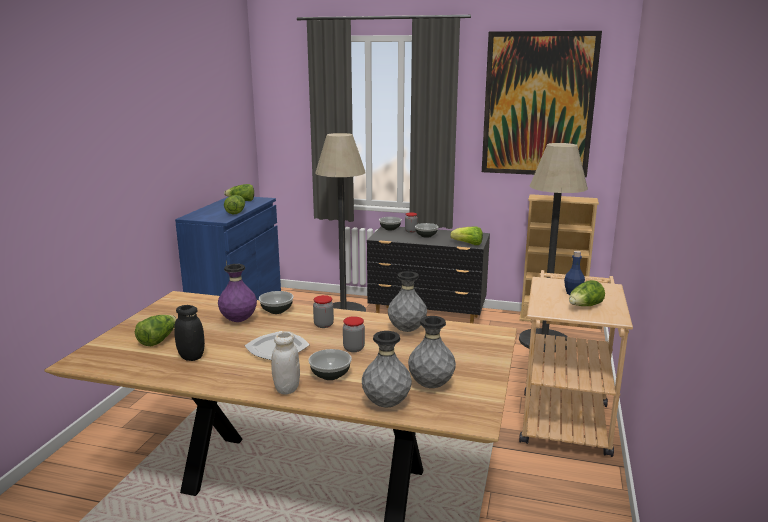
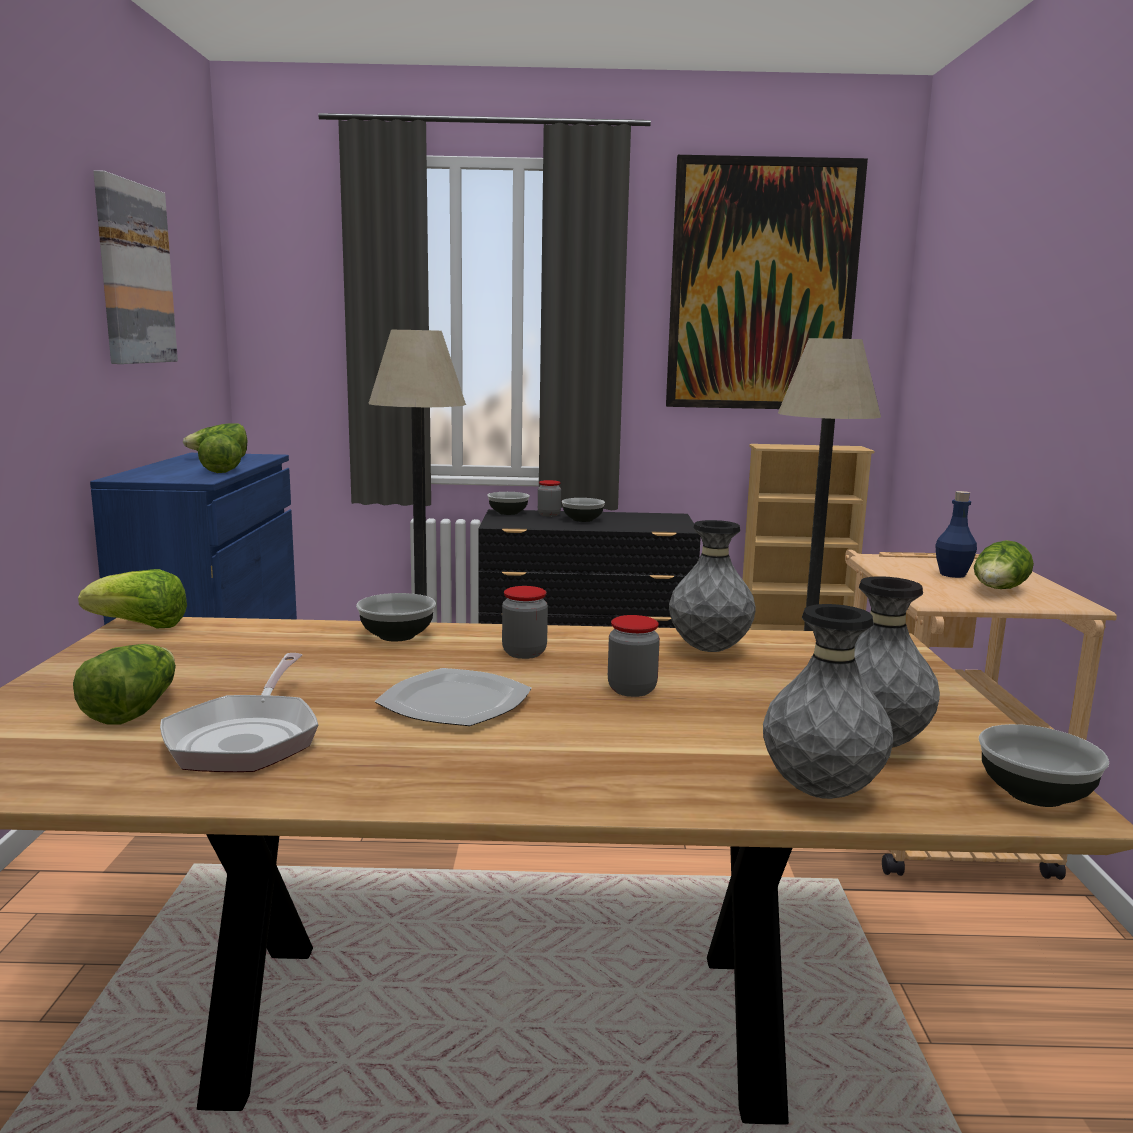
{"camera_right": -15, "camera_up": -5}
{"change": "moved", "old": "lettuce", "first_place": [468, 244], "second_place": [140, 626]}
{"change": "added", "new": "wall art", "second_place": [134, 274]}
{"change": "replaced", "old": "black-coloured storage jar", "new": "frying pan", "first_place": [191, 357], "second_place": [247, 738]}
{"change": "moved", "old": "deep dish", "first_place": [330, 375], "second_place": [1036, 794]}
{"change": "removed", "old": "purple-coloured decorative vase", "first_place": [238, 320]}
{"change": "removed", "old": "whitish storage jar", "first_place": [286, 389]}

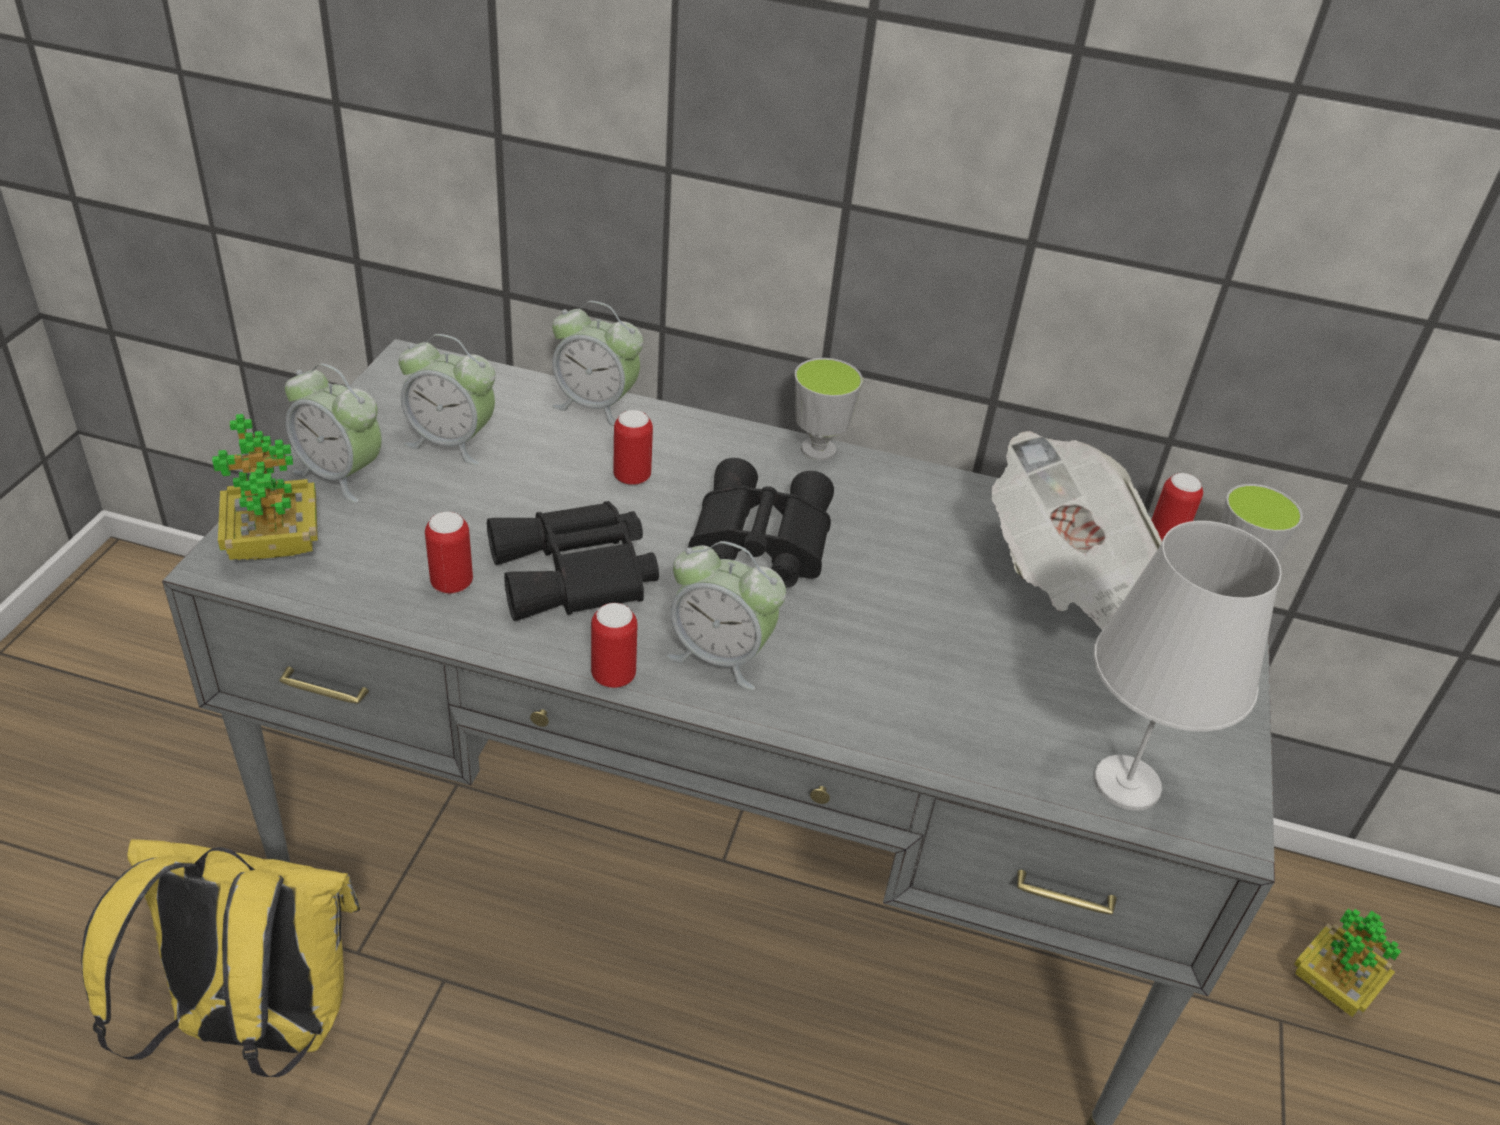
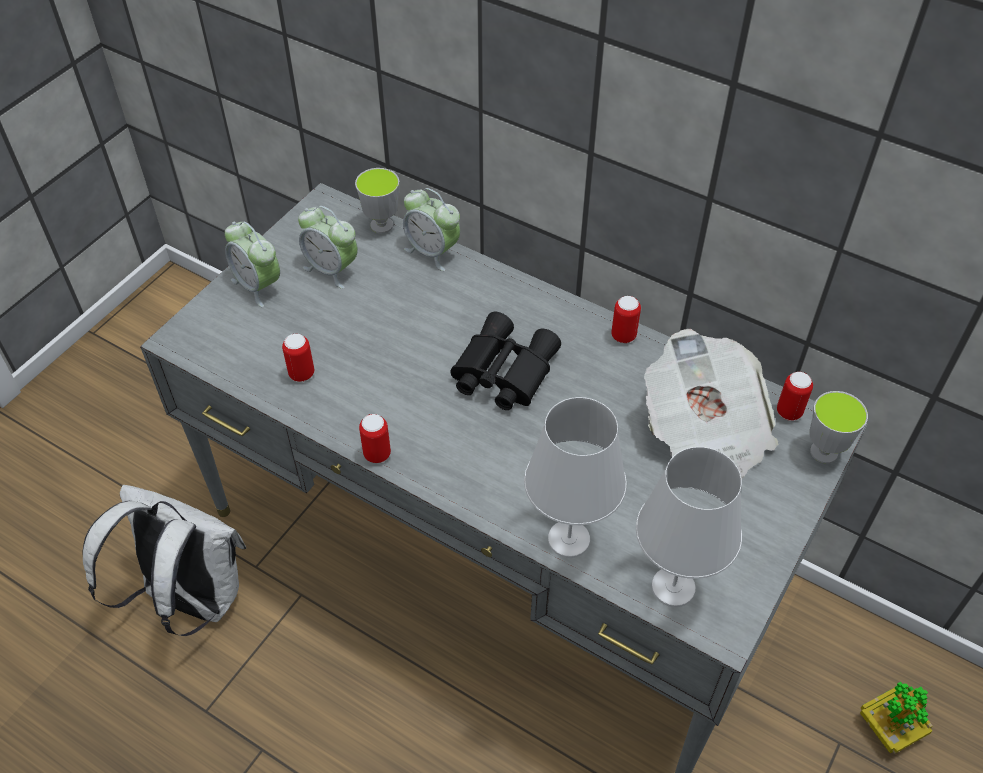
{"camera_right": 20, "camera_up": 10}
{"change": "recoloured", "old": "yellowish backpack", "new": "whitish backpack", "first_place": [256, 1025], "second_place": [190, 598]}
{"change": "moved", "old": "cup", "first_place": [818, 449], "second_place": [381, 225]}
{"change": "added", "new": "whitish table lamp", "second_place": [569, 539]}
{"change": "moved", "old": "sealed can", "first_place": [632, 477], "second_place": [623, 336]}
{"change": "removed", "old": "potted plant", "first_place": [274, 545]}
{"change": "removed", "old": "black-coloured field glasses", "first_place": [577, 575]}
{"change": "removed", "old": "alarm clock", "first_place": [720, 656]}

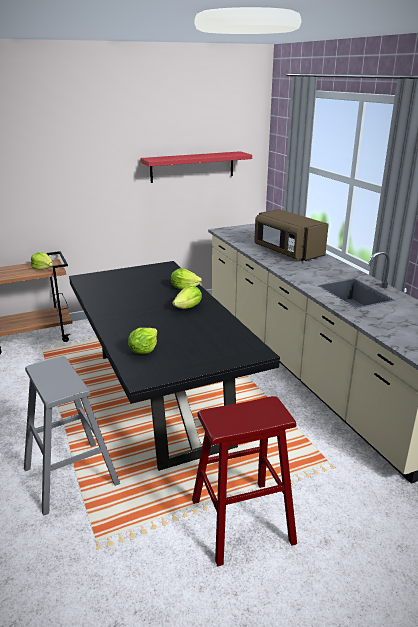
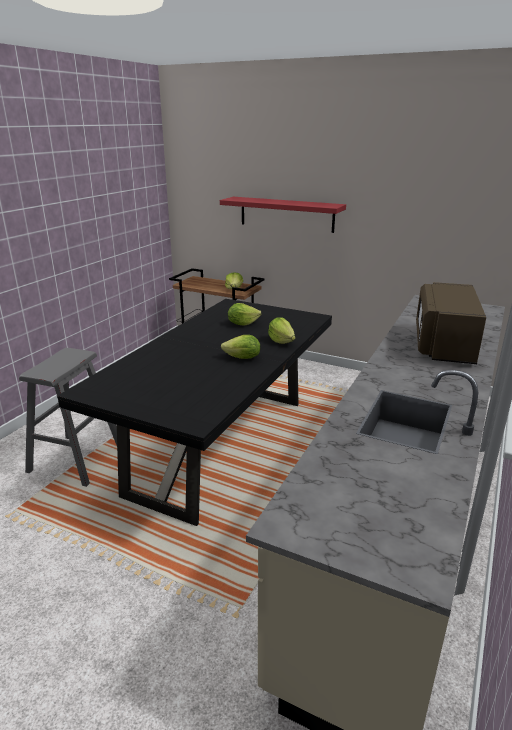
{"camera_right": 50, "camera_up": 0}
{"change": "moved", "old": "red wall shelf", "first_place": [192, 167], "second_place": [286, 214]}
{"change": "moved", "old": "lettuce", "first_place": [143, 350], "second_place": [242, 324]}
{"change": "removed", "old": "red stool seat", "first_place": [241, 521]}

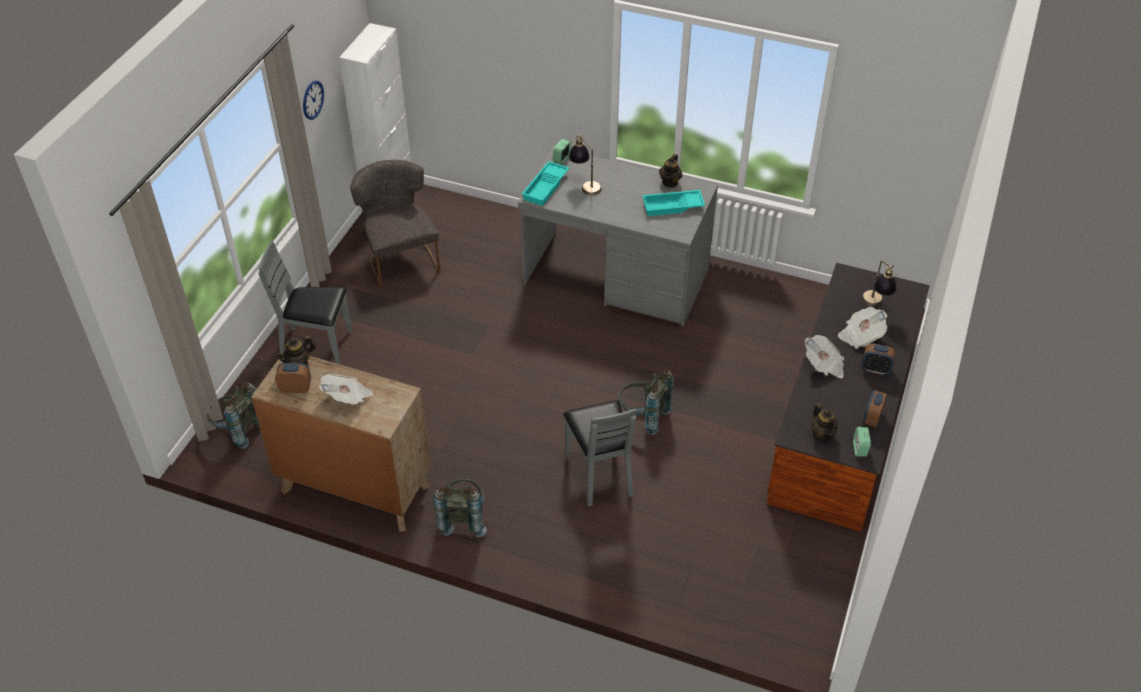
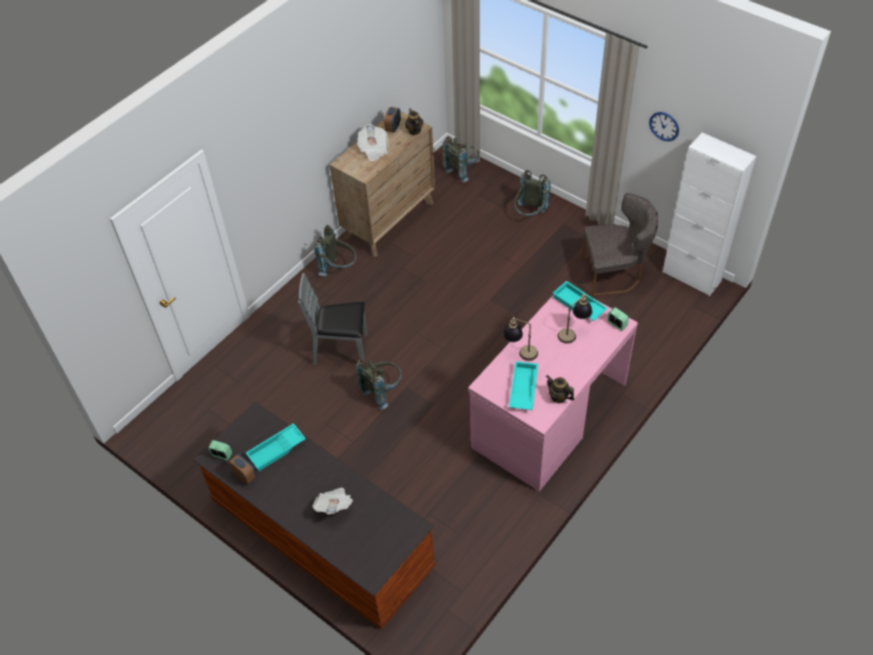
{"camera_right": 110, "camera_up": 5}
{"change": "added", "new": "turquoise tray", "second_place": [276, 450]}
{"change": "recoloured", "old": "gray desk table", "new": "pink-coloured desk table", "first_place": [616, 278], "second_place": [548, 415]}
{"change": "moved", "old": "table lamp", "first_place": [875, 305], "second_place": [520, 352]}
{"change": "replaced", "old": "gray upright chair", "new": "gray backpack", "first_place": [317, 345], "second_place": [529, 215]}
{"change": "removed", "old": "printed paper", "first_place": [823, 365]}
{"change": "removed", "old": "teapot", "first_place": [822, 434]}
{"change": "removed", "old": "alarm clock", "first_place": [875, 369]}

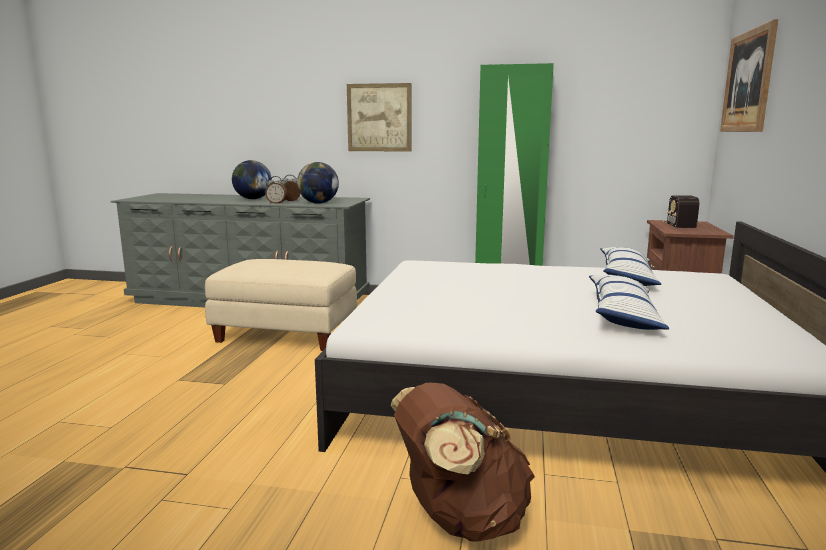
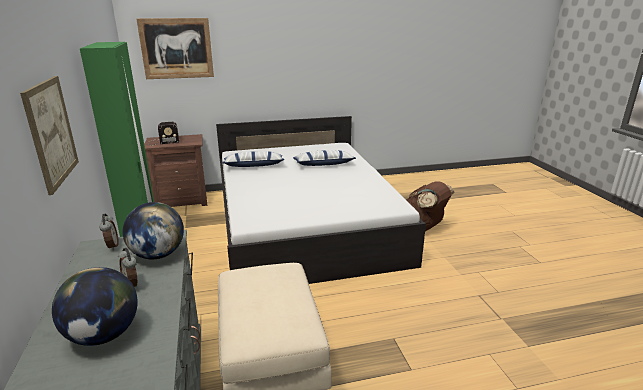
{"camera_right": -115, "camera_up": 10}
{"change": "moved", "old": "alarm clock", "first_place": [277, 203], "second_place": [112, 246]}

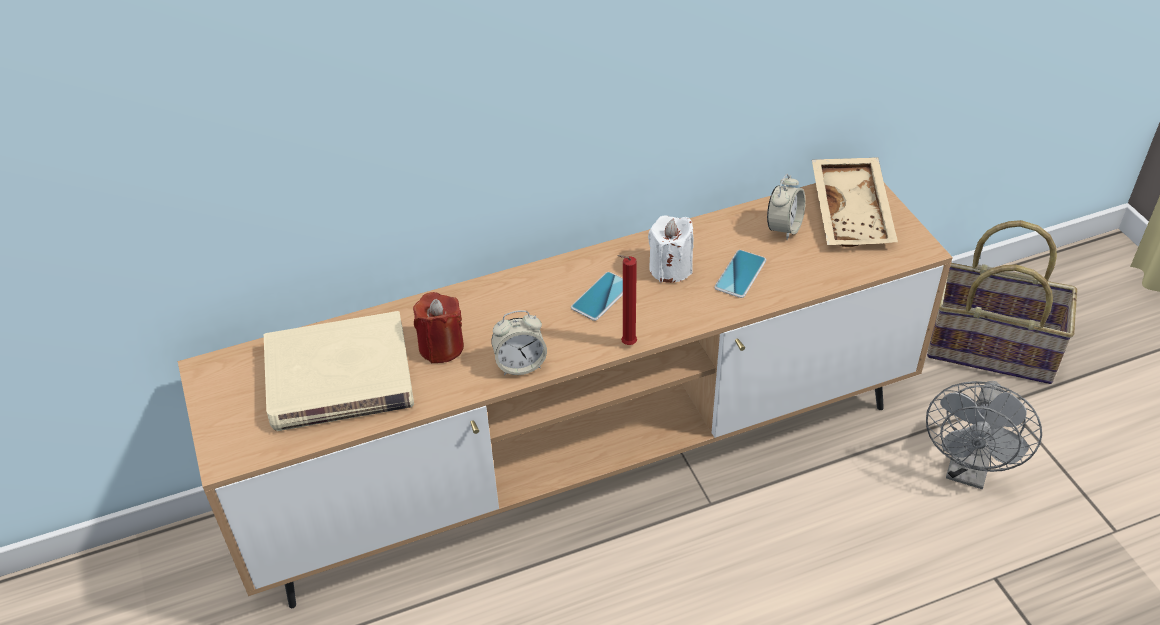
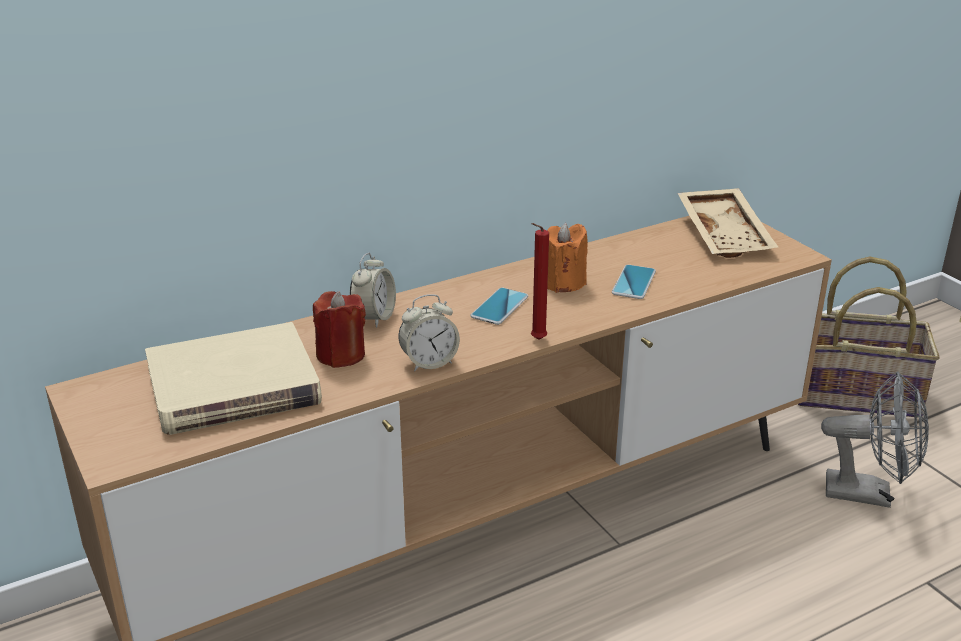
{"camera_right": -10, "camera_up": -15}
{"change": "moved", "old": "alarm clock", "first_place": [784, 228], "second_place": [374, 317]}
{"change": "recoloured", "old": "whitish wax candle", "new": "orange wax candle", "first_place": [670, 268], "second_place": [563, 282]}
{"change": "turned", "old": "gray fan", "first_place": [968, 471], "second_place": [869, 493], "degrees": -90}

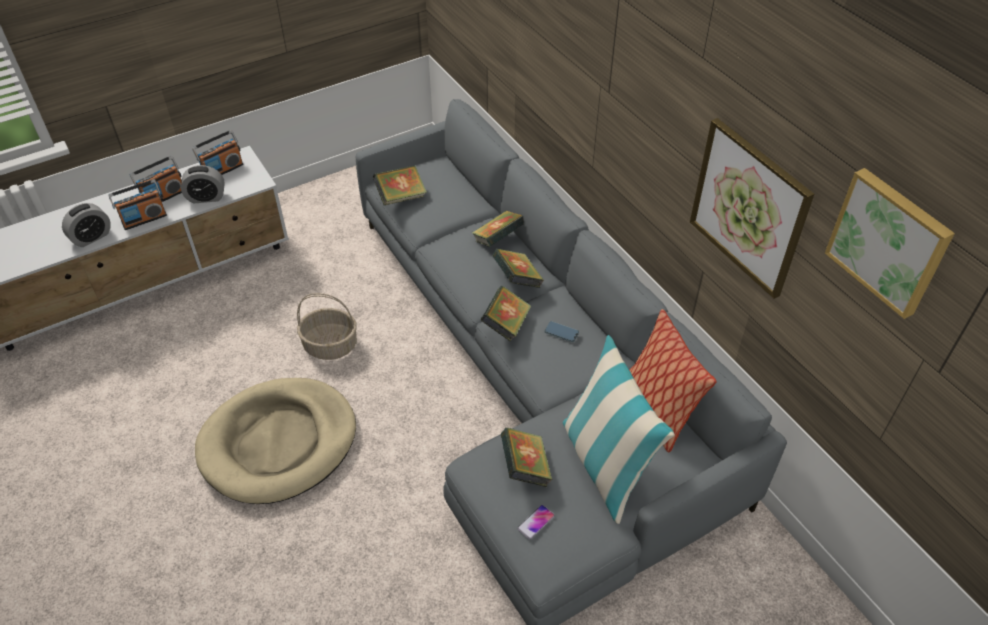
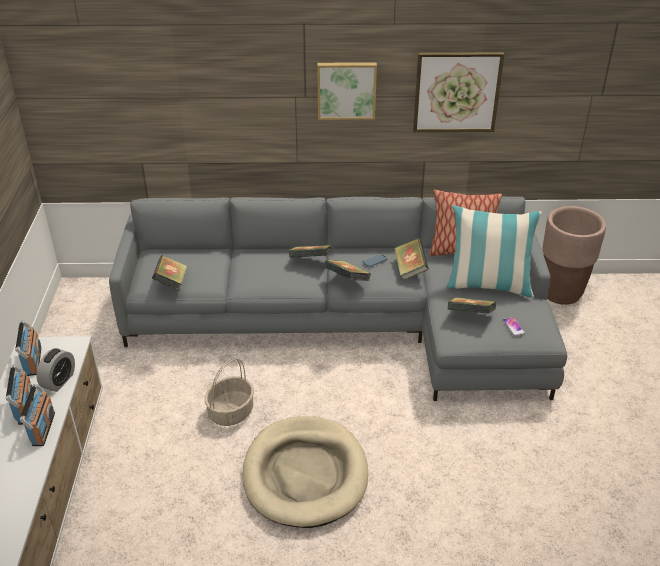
{"camera_right": -60, "camera_up": -10}
{"change": "moved", "old": "wall art", "first_place": [889, 241], "second_place": [346, 90]}
{"change": "moved", "old": "bound book", "first_place": [499, 239], "second_place": [410, 269]}
{"change": "added", "new": "brown-coloured plant pot", "second_place": [561, 293]}
{"change": "removed", "old": "alarm clock", "first_place": [91, 237]}

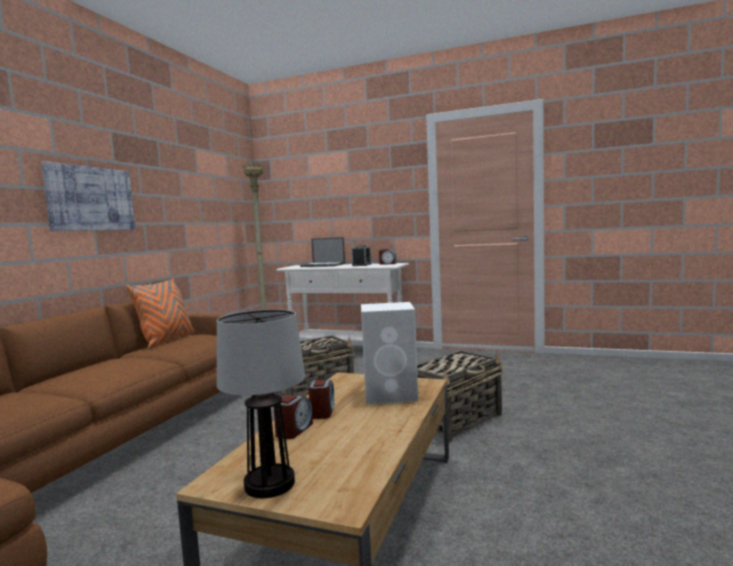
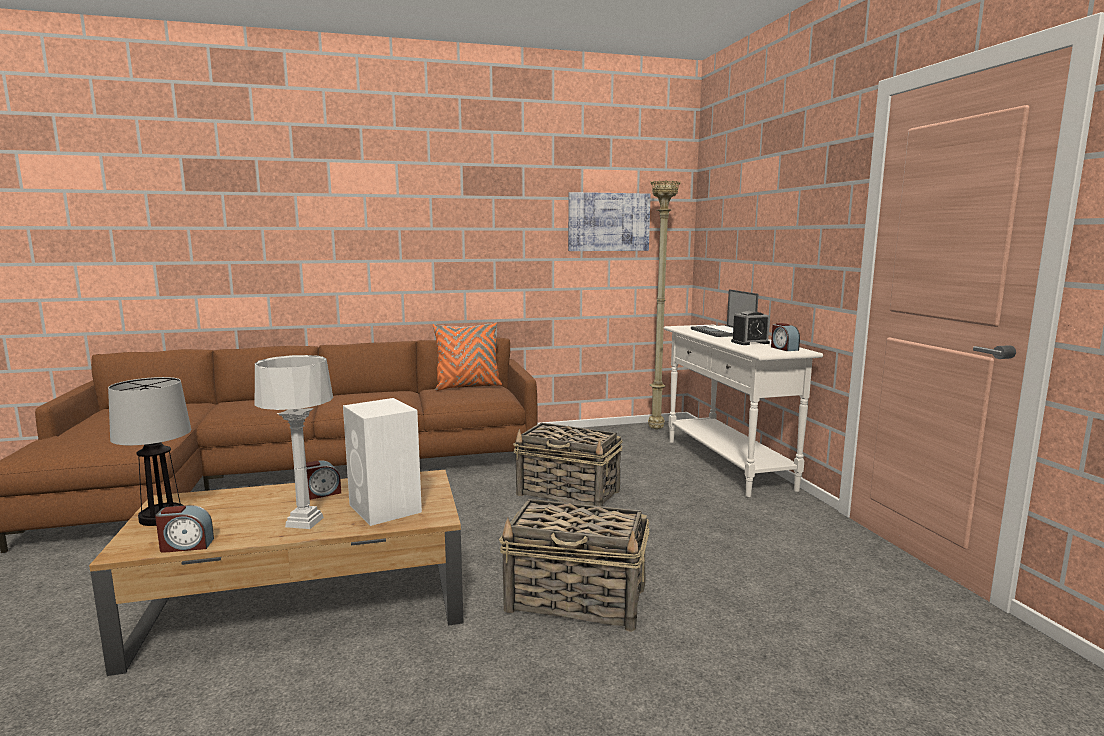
{"camera_right": 55, "camera_up": 5}
{"change": "moved", "old": "alarm clock", "first_place": [294, 430], "second_place": [186, 545]}
{"change": "added", "new": "gray table lamp", "second_place": [304, 522]}
{"change": "moved", "old": "wall art", "first_place": [90, 199], "second_place": [608, 222]}

